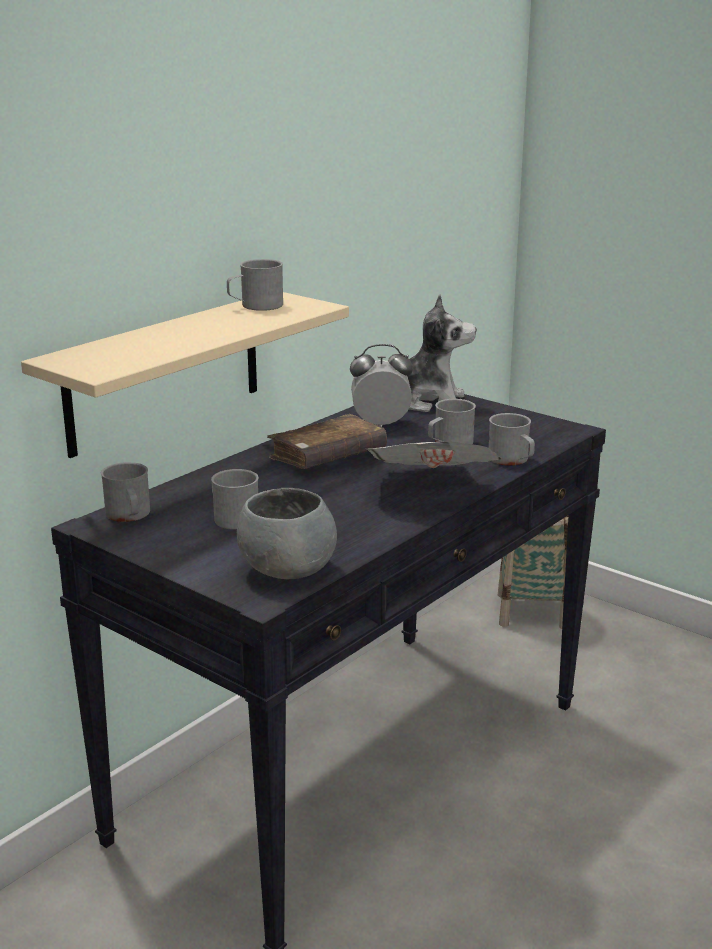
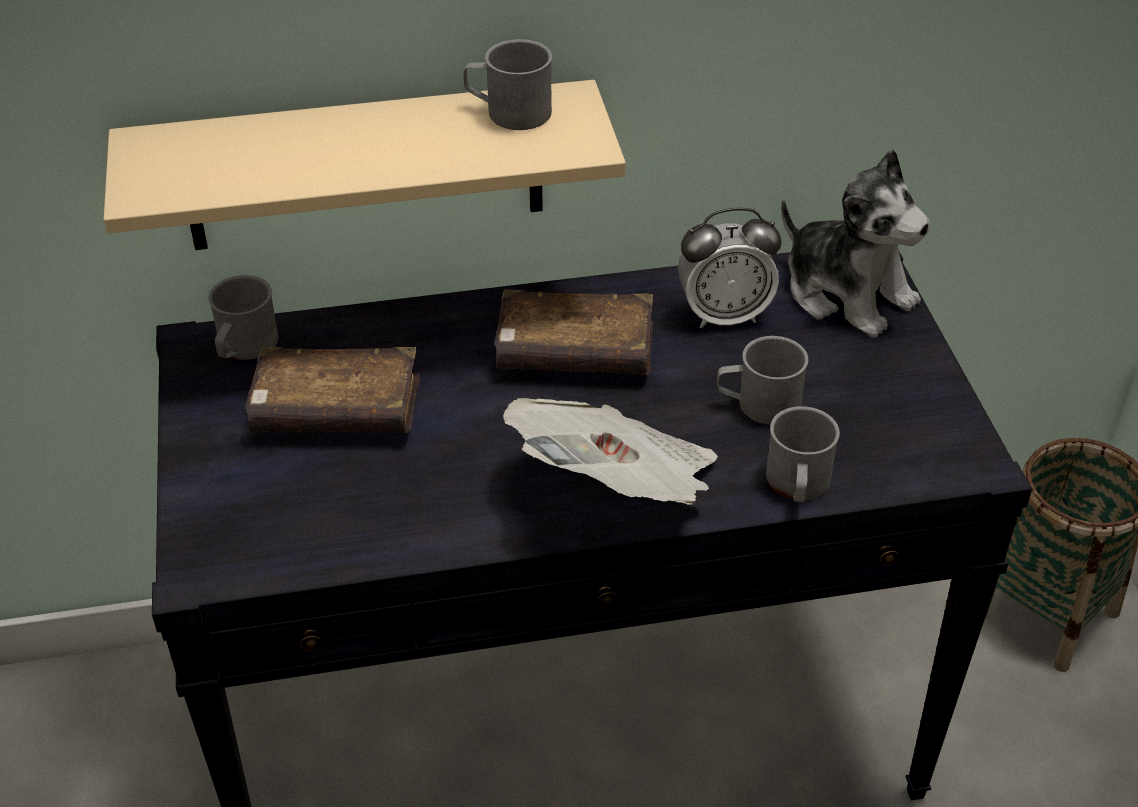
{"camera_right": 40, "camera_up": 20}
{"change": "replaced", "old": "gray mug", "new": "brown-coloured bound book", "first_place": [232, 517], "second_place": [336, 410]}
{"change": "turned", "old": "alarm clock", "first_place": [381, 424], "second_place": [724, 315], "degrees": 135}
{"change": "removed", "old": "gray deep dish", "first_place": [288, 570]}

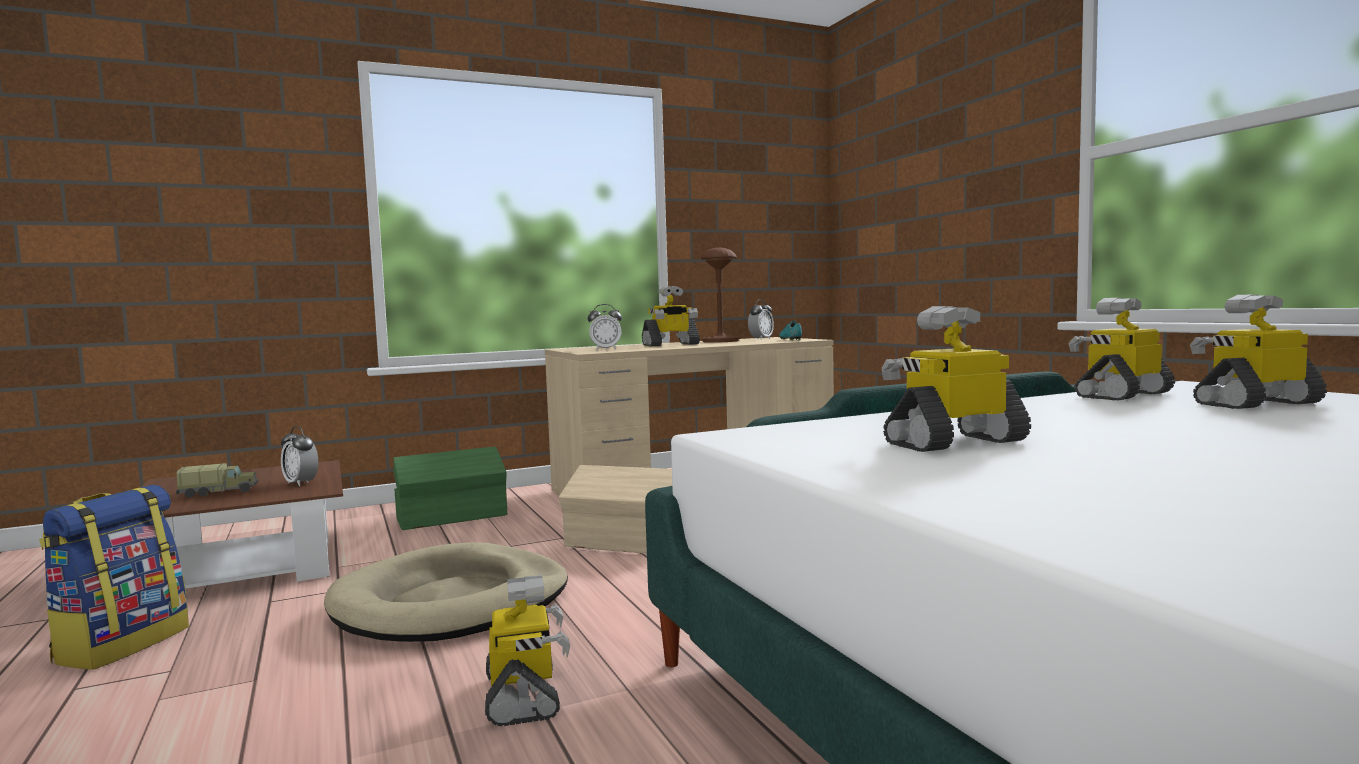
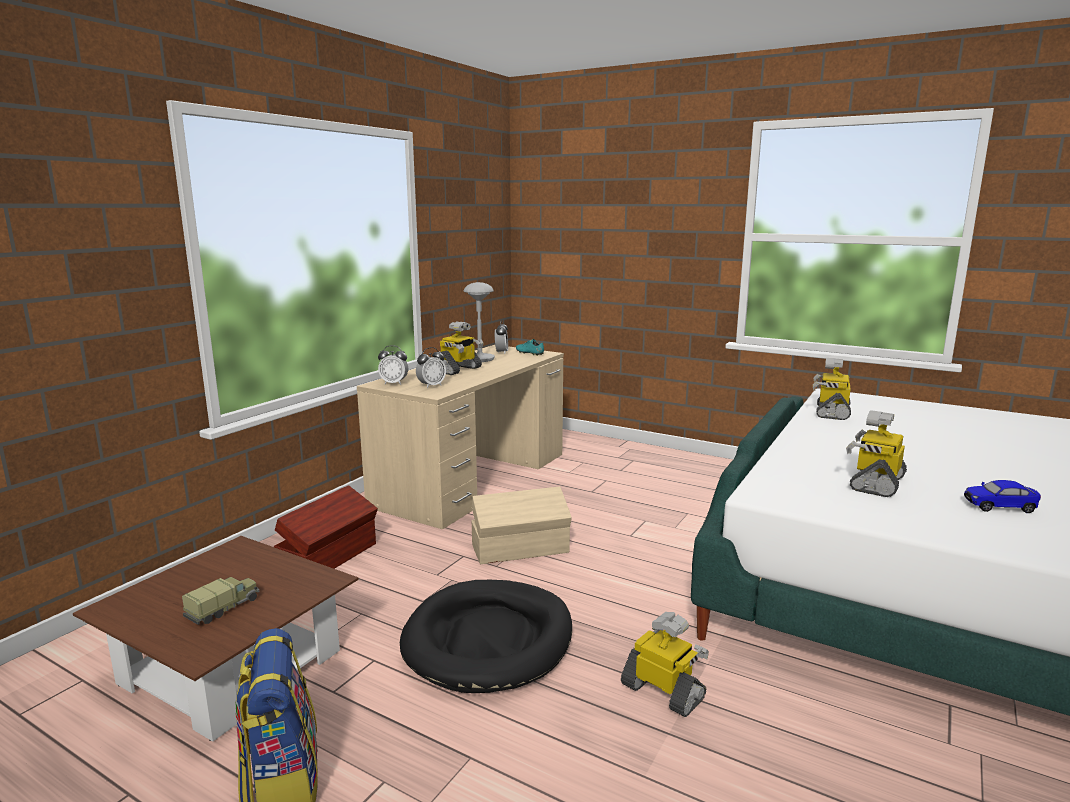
{"camera_right": -35, "camera_up": 10}
{"change": "recoloured", "old": "green-coloured storage box", "new": "brown-coloured storage box", "first_place": [453, 517], "second_place": [330, 557]}
{"change": "moved", "old": "alarm clock", "first_place": [301, 483], "second_place": [394, 383]}
{"change": "recoloured", "old": "sand-coloured dog cushion", "new": "black-coloured dog cushion", "first_place": [452, 602], "second_place": [489, 640]}
{"change": "recoloured", "old": "brown-coloured table lamp", "new": "gray table lamp", "first_place": [720, 341], "second_place": [480, 359]}
{"change": "added", "new": "miniature car", "second_place": [999, 507]}
{"change": "removed", "old": "toy robot", "first_place": [1256, 404]}

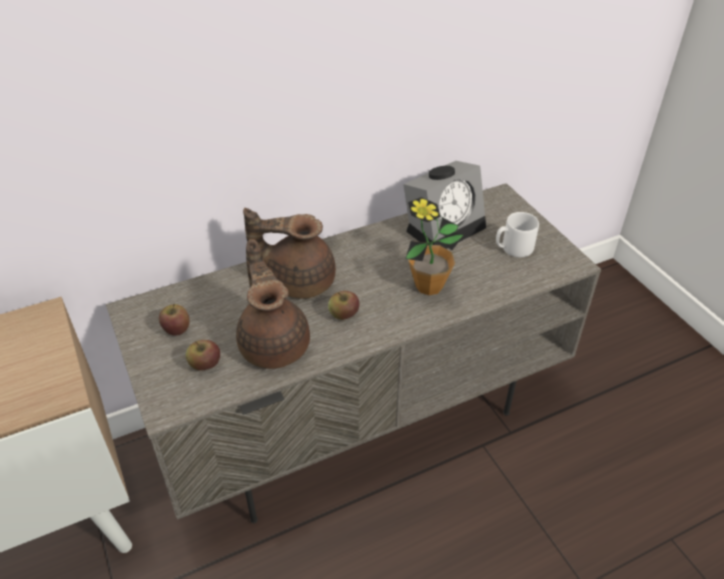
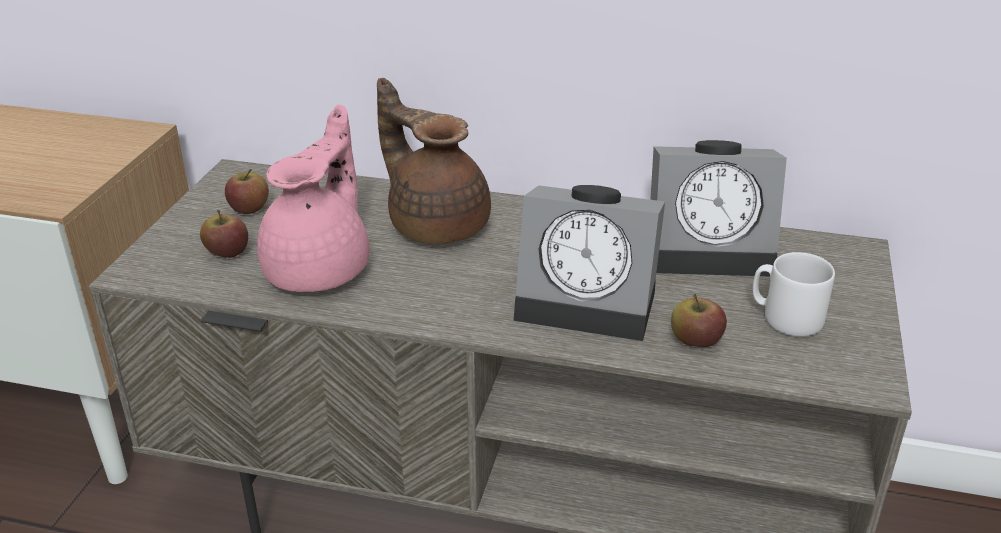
{"camera_right": 40, "camera_up": -10}
{"change": "recoloured", "old": "brown-coloured teapot", "new": "pink-coloured teapot", "first_place": [274, 343], "second_place": [321, 269]}
{"change": "replaced", "old": "potted plant", "new": "alarm clock", "first_place": [429, 286], "second_place": [591, 302]}
{"change": "moved", "old": "whole apple", "first_place": [344, 314], "second_place": [695, 341]}

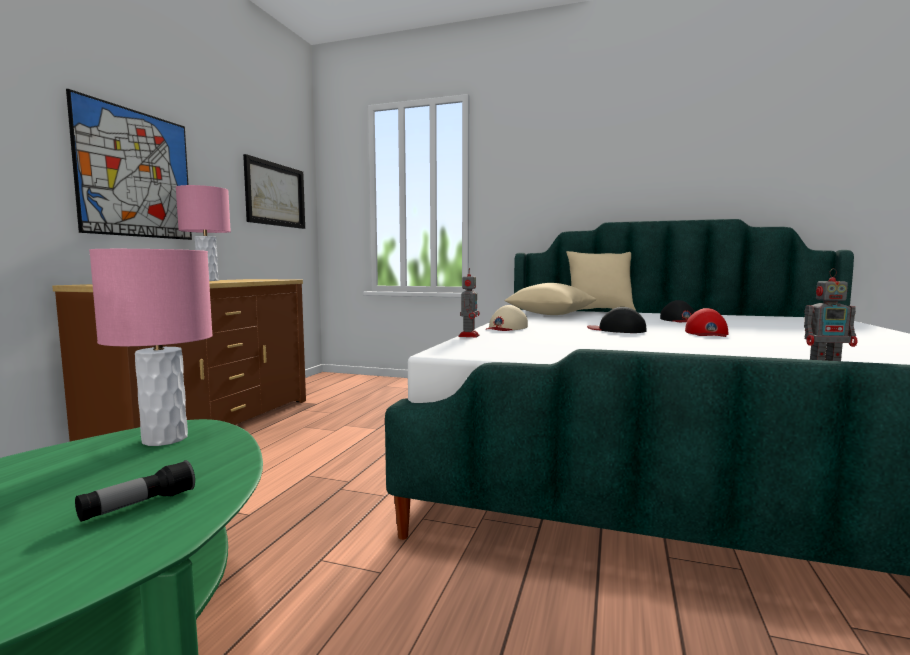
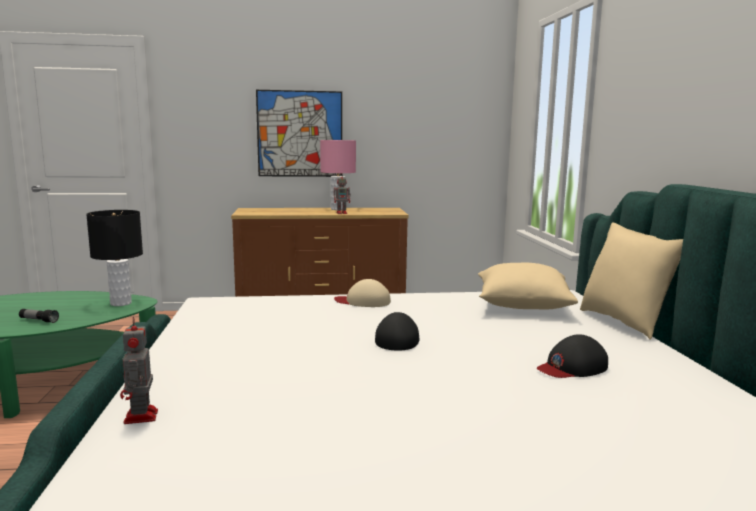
{"camera_right": 65, "camera_up": 5}
{"change": "recoloured", "old": "pink-coloured table lamp", "new": "black-coloured table lamp", "first_place": [165, 439], "second_place": [121, 303]}
{"change": "moved", "old": "toy robot", "first_place": [469, 335], "second_place": [342, 213]}
{"change": "removed", "old": "wall art", "first_place": [275, 194]}
{"change": "removed", "old": "red cap", "first_place": [707, 333]}

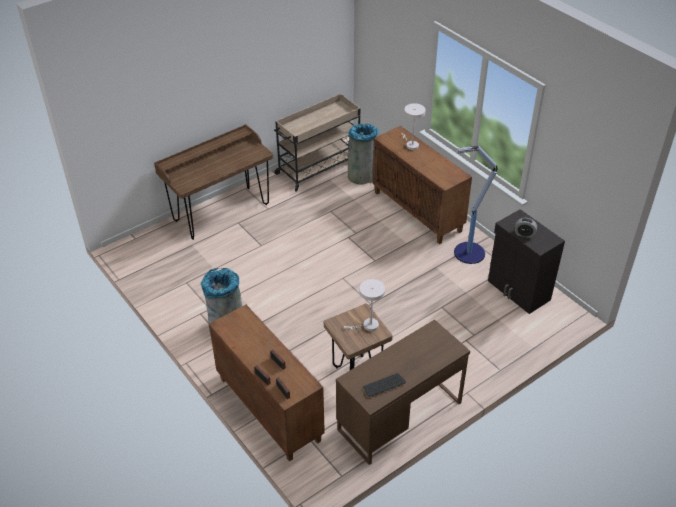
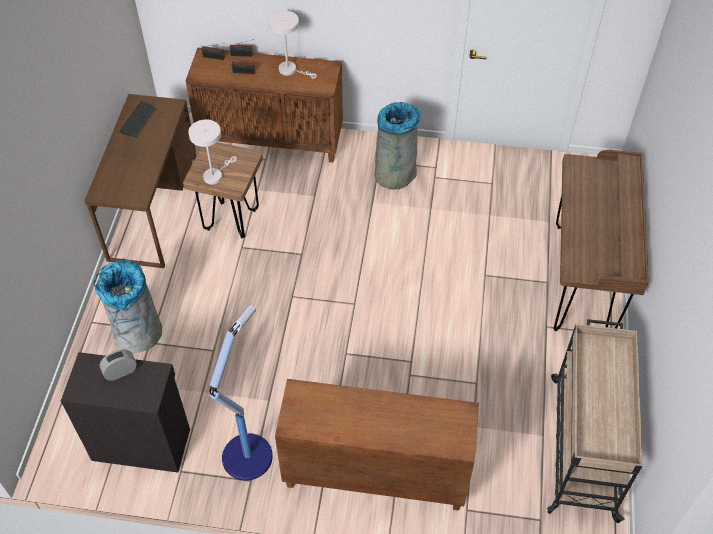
{"camera_right": 135, "camera_up": 10}
{"change": "moved", "old": "gray rubbish bin", "first_place": [362, 176], "second_place": [138, 333]}
{"change": "moved", "old": "whitish table lamp", "first_place": [411, 145], "second_place": [290, 70]}

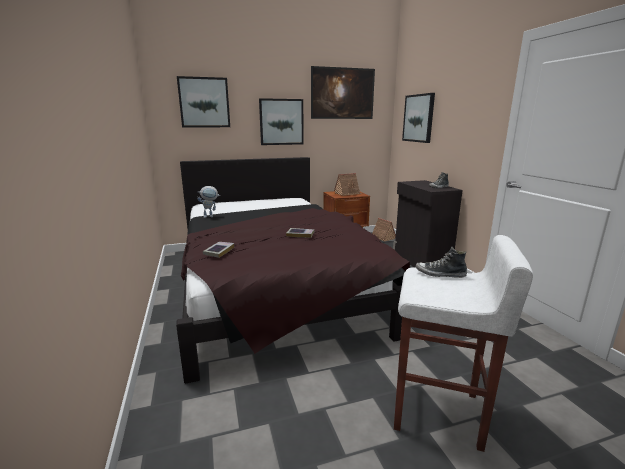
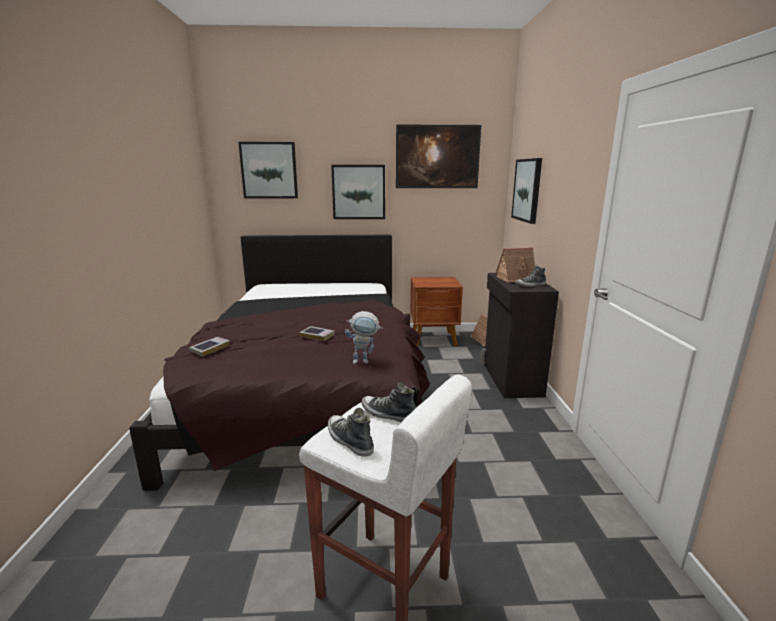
{"camera_right": 15, "camera_up": 0}
{"change": "added", "new": "shoe", "second_place": [349, 440]}
{"change": "moved", "old": "toy robot", "first_place": [211, 216], "second_place": [365, 361]}
{"change": "moved", "old": "toy house", "first_place": [347, 193], "second_place": [517, 279]}

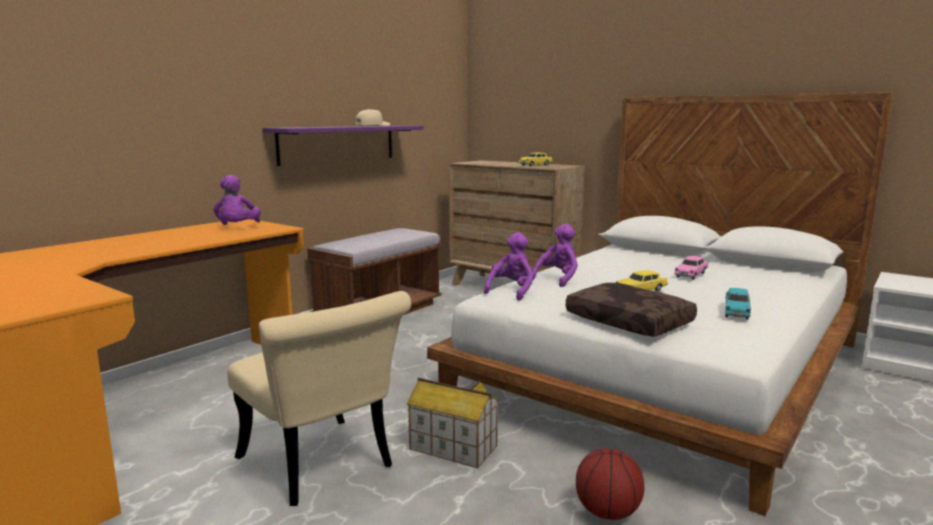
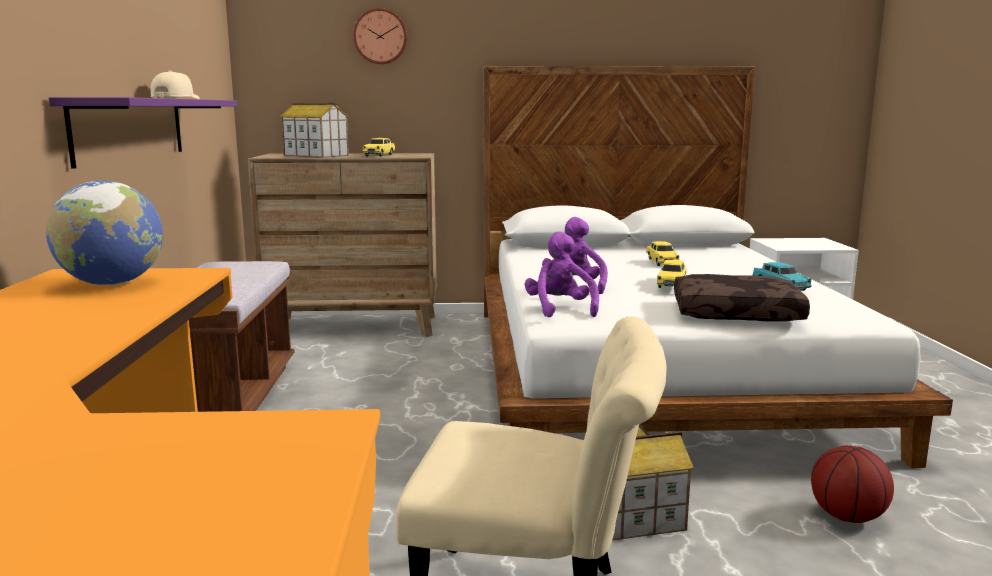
{"camera_right": -40, "camera_up": 0}
{"change": "replaced", "old": "purple-coloured cuddly toy", "new": "desk globe", "first_place": [238, 228], "second_place": [112, 284]}
{"change": "added", "new": "toy house", "second_place": [315, 155]}
{"change": "added", "new": "hanging clock", "second_place": [380, 36]}
{"change": "recoloured", "old": "pink-coloured miniature car", "new": "yellowish miniature car", "first_place": [691, 275], "second_place": [661, 262]}

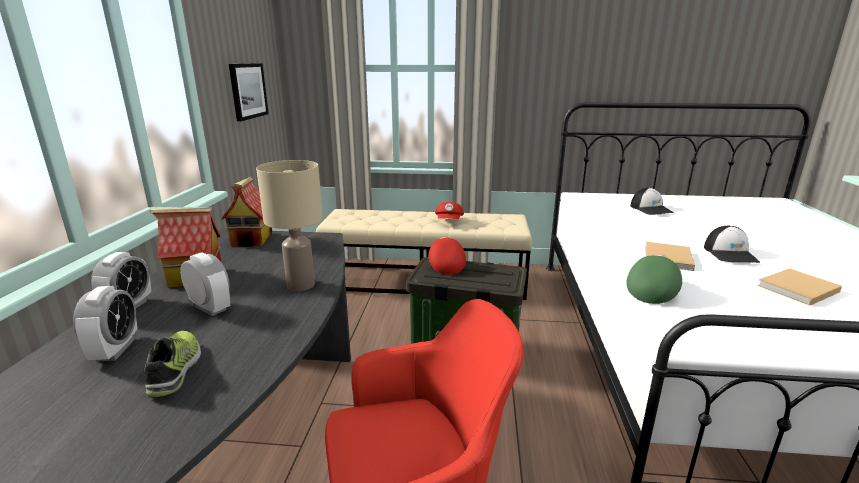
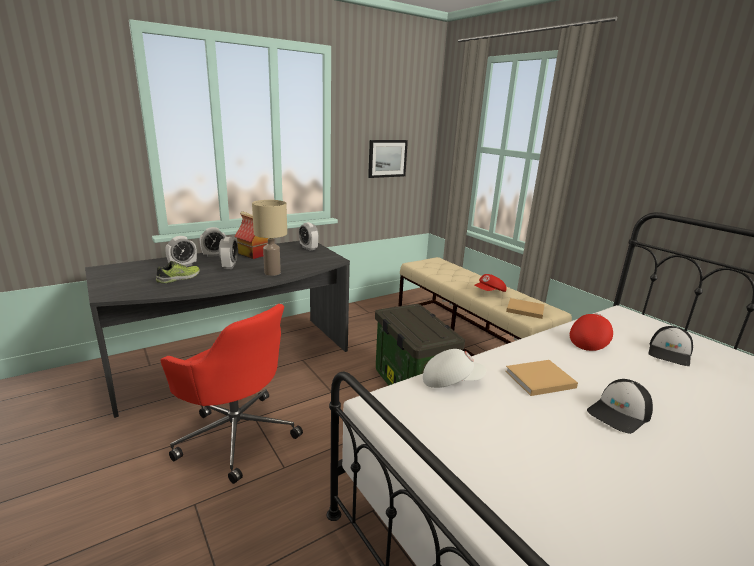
{"camera_right": 50, "camera_up": 0}
{"change": "replaced", "old": "toy house", "new": "alarm clock", "first_place": [252, 239], "second_place": [308, 248]}
{"change": "recoloured", "old": "green-coloured cap", "new": "whitish cap", "first_place": [651, 290], "second_place": [451, 381]}
{"change": "moved", "old": "sand-coloured bound book", "first_place": [796, 289], "second_place": [524, 309]}
{"change": "moved", "old": "red cap", "first_place": [445, 265], "second_place": [589, 341]}

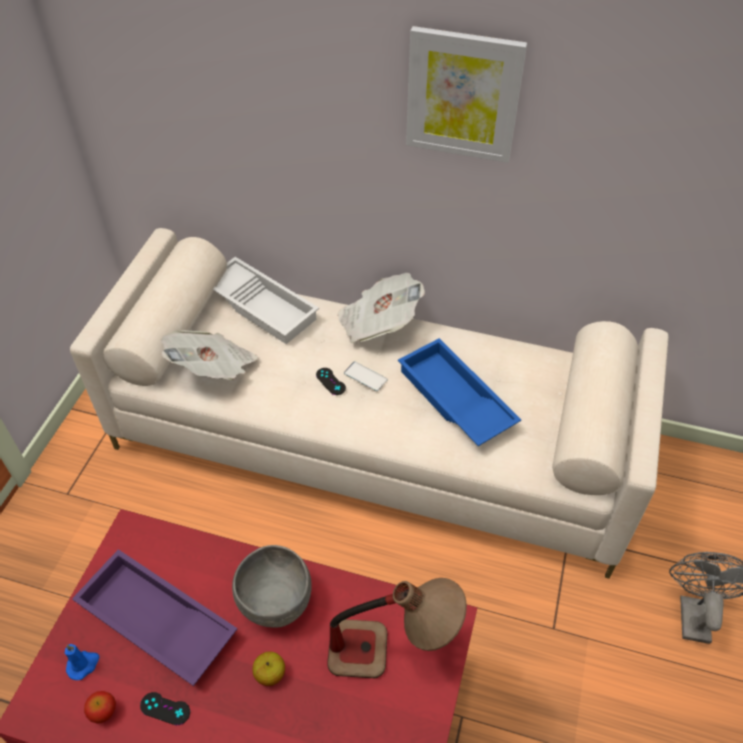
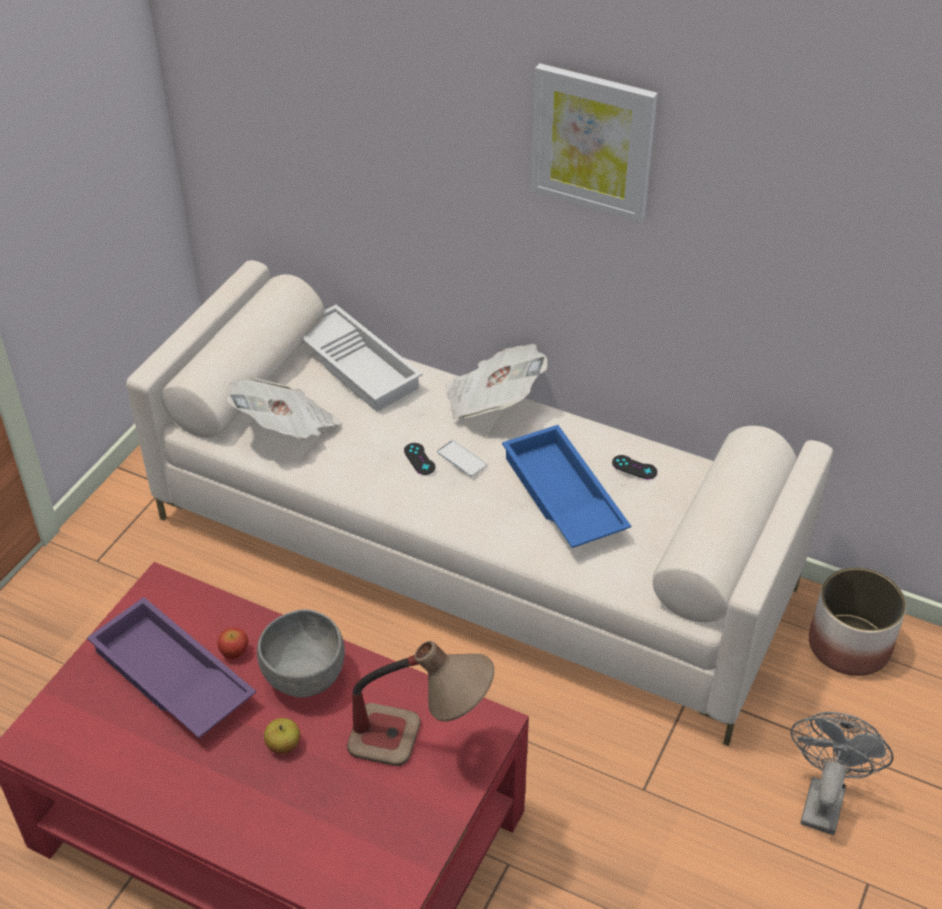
{"camera_right": 10, "camera_up": -5}
{"change": "moved", "old": "whole apple", "first_place": [104, 712], "second_place": [234, 652]}
{"change": "moved", "old": "black-coloured gamepad", "first_place": [165, 708], "second_place": [634, 467]}
{"change": "added", "new": "plant pot", "second_place": [850, 645]}
{"change": "removed", "old": "blue wax candle", "first_place": [83, 664]}

